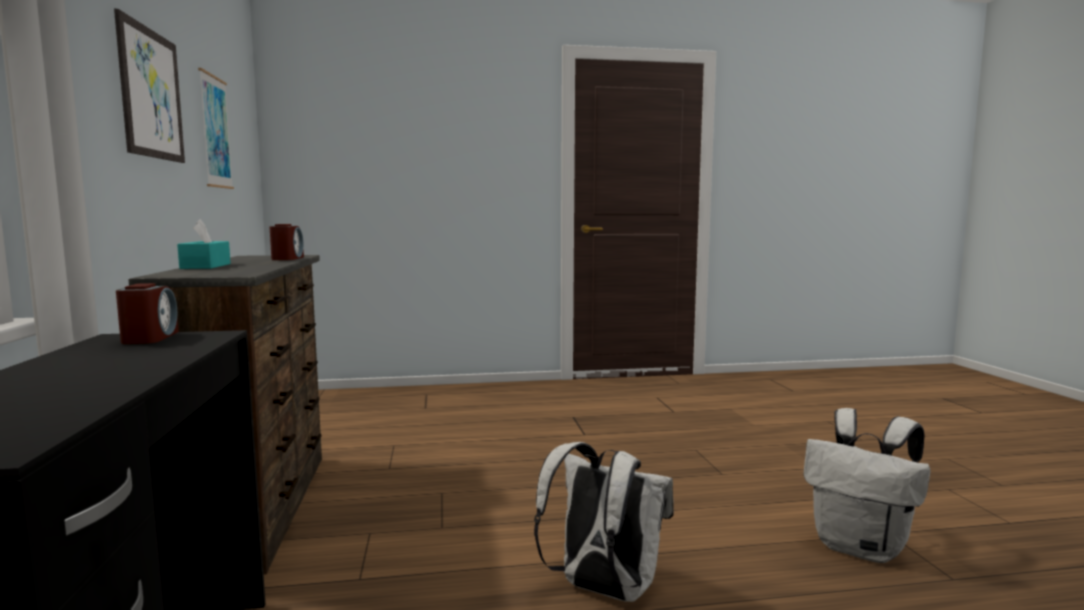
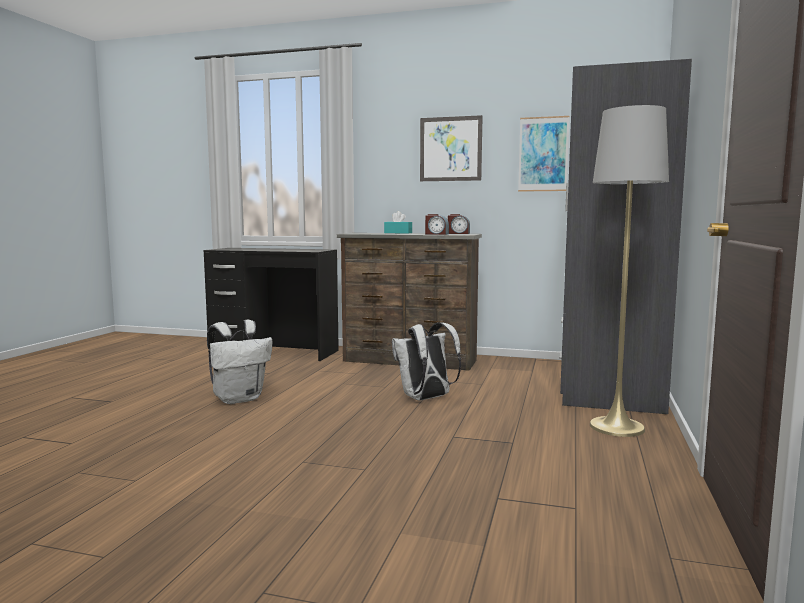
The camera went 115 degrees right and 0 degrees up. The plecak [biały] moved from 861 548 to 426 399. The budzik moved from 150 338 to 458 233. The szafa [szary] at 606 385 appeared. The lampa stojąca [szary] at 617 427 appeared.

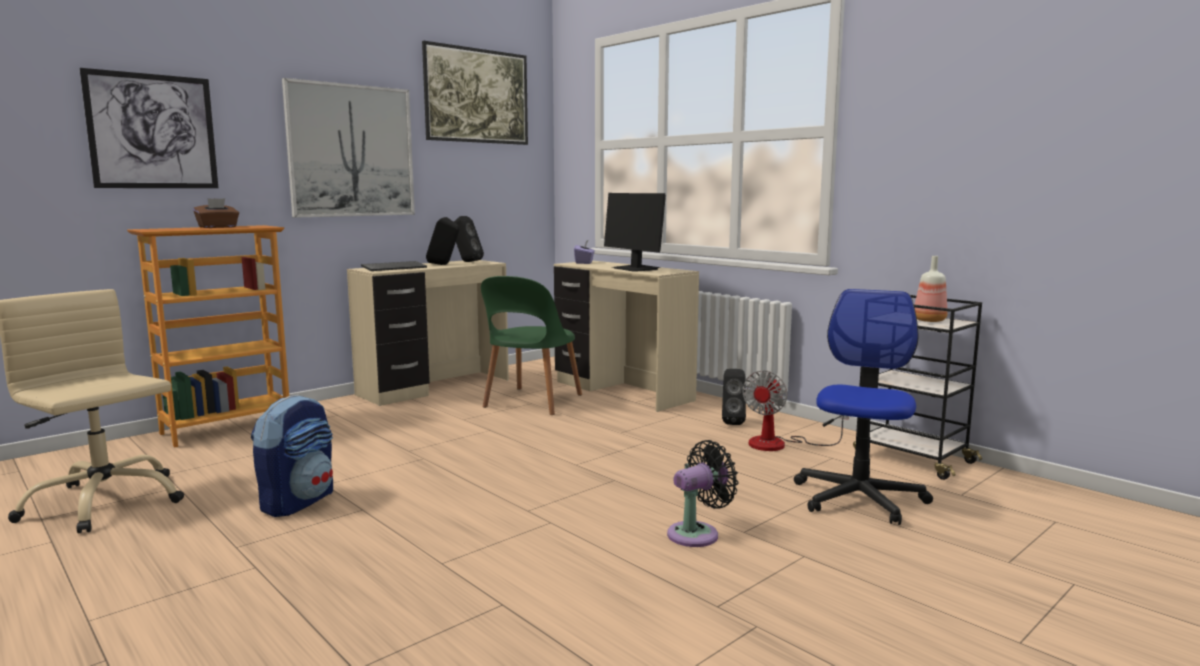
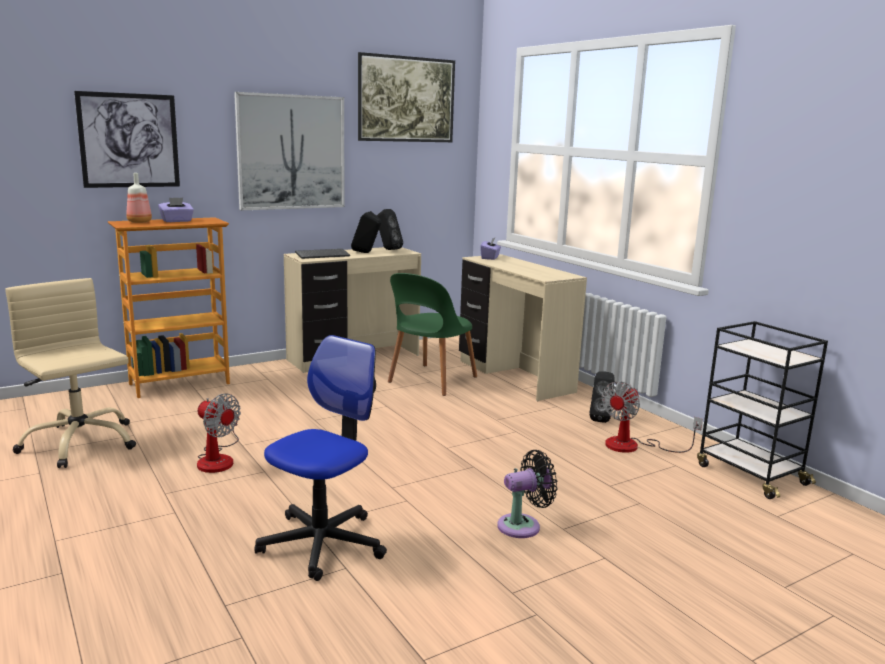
The camera went 10 degrees right and 5 degrees up. The butelka moved from 928 320 to 139 222. The pudełko chusteczek [brązowy] at 218 227 became the pudełko chusteczek [fioletowy] at 177 221. The plecak at 298 501 was replaced by the wentylator at 218 458. The krzesło biurowe moved from 859 498 to 322 543. The monitor at 635 269 disappeared.

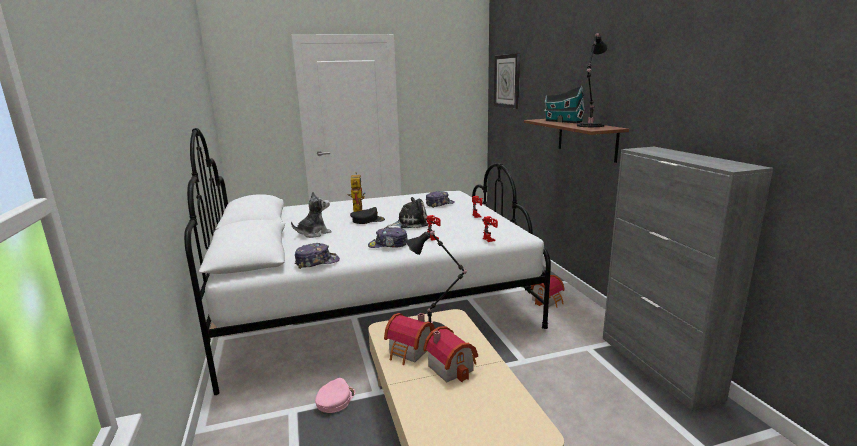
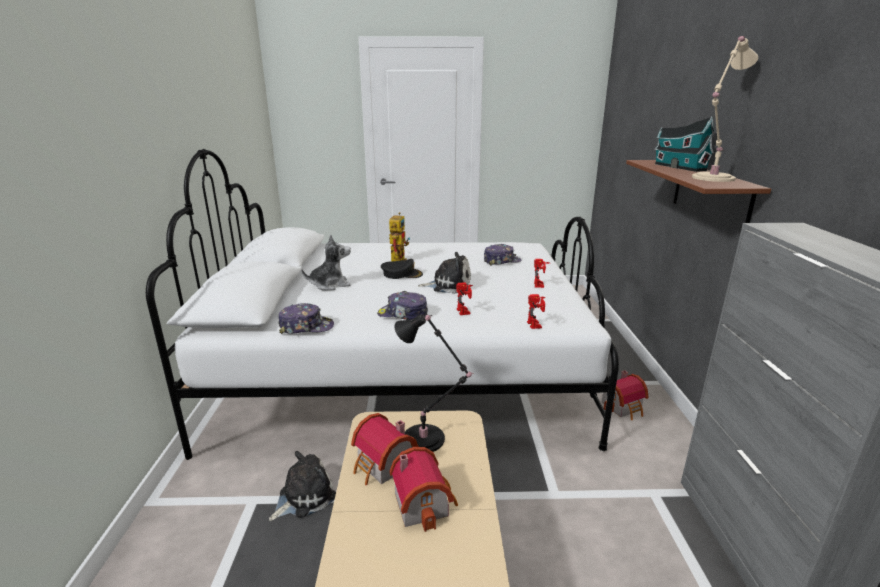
The camera went 15 degrees right and 5 degrees up. The czapka z daszkiem [różowy] at 335 399 was replaced by the pluszak at 304 496. The lampa stołowa [czarny] at 589 126 became the lampa stołowa [beżowy] at 711 178. The zegar ścienny at 507 81 disappeared.

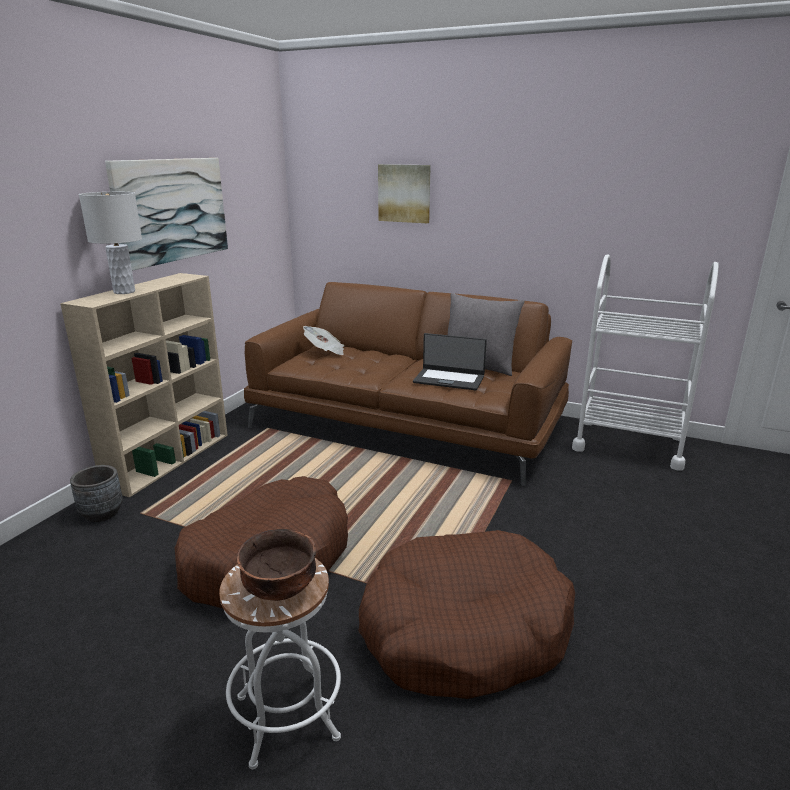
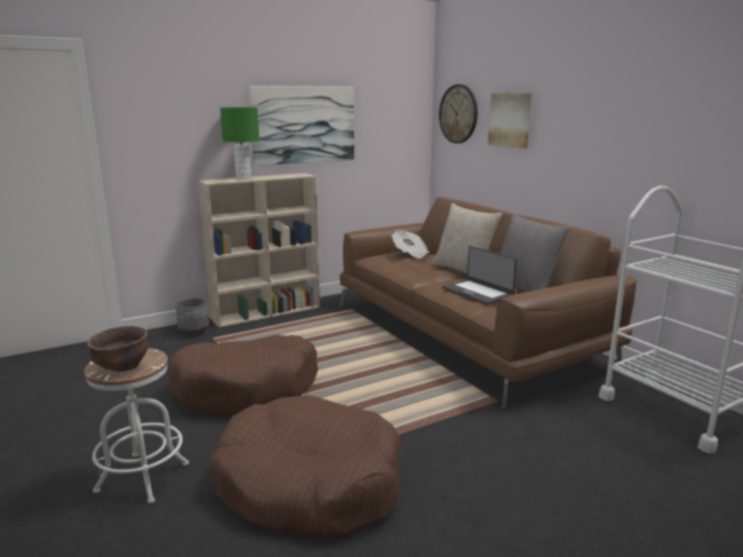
The camera went 35 degrees right and 5 degrees down. The lampa stołowa [biały] at 124 292 became the lampa stołowa [zielony] at 244 178. The poduszka [beżowy] at 463 270 appeared. The zegar ścienny at 458 114 appeared.

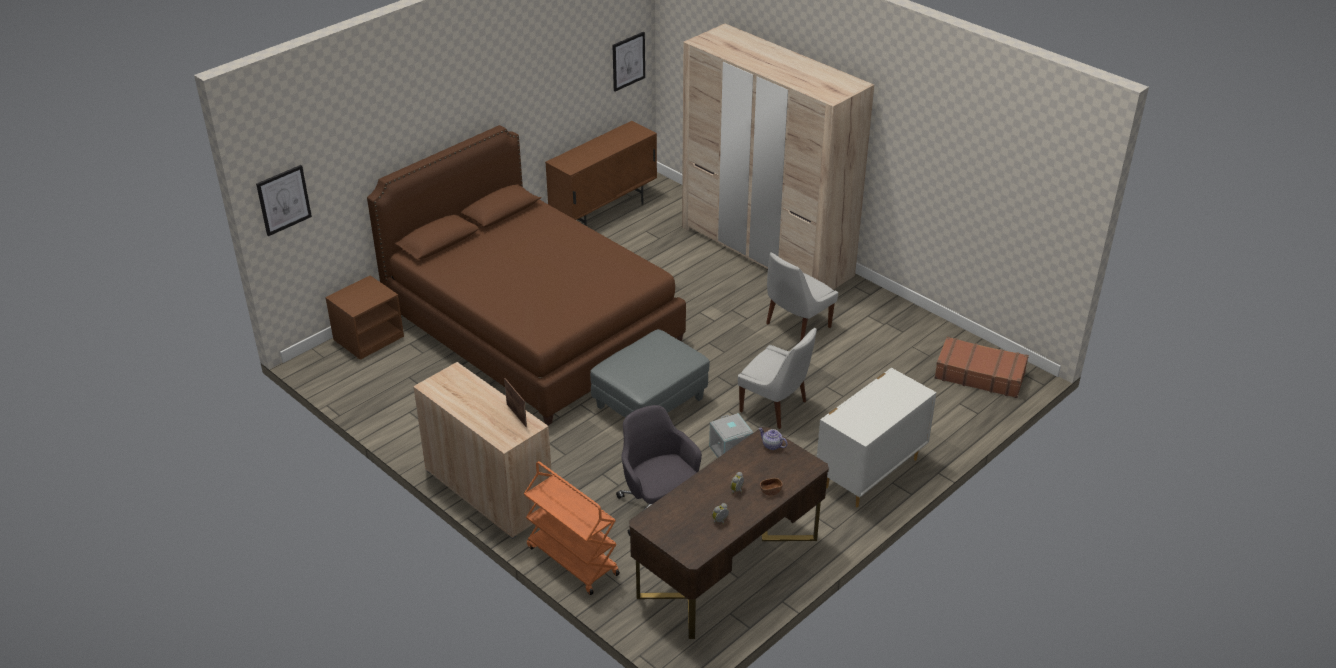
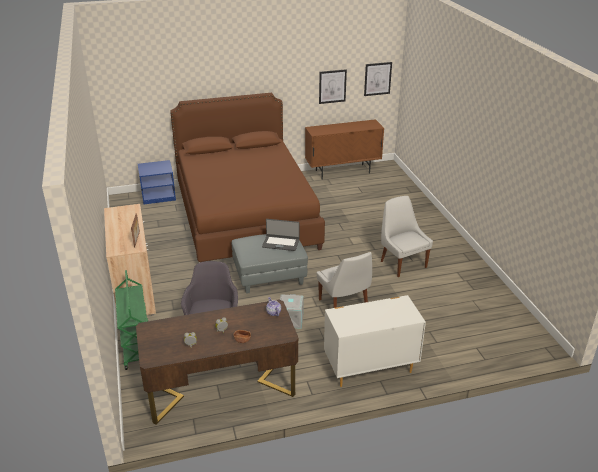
The camera went 30 degrees right and 5 degrees down. The wózek [pomarańczowy] at 571 560 became the wózek [zielony] at 136 346. The szafka nocna [brązowy] at 369 338 became the szafka nocna [niebieski] at 159 196. The laptop at 280 243 appeared. The obraz moved from 283 200 to 332 86. The krzesło [biały] at 796 326 turned 75 degrees clockwise. The szafa [beżowy] at 766 251 disappeared. The walizka [brązowy] at 979 375 disappeared.

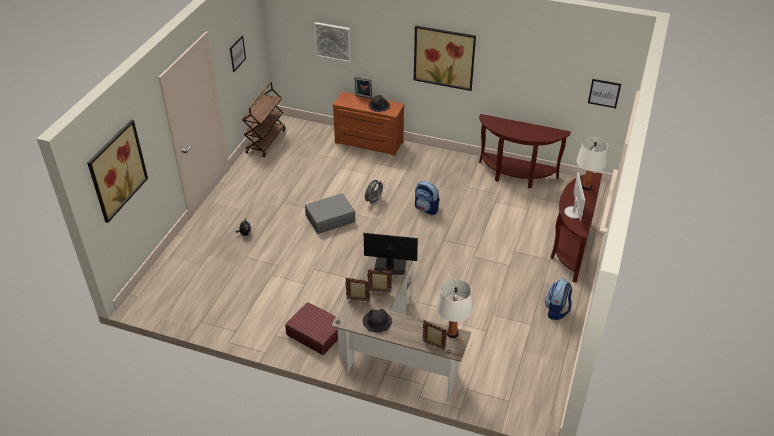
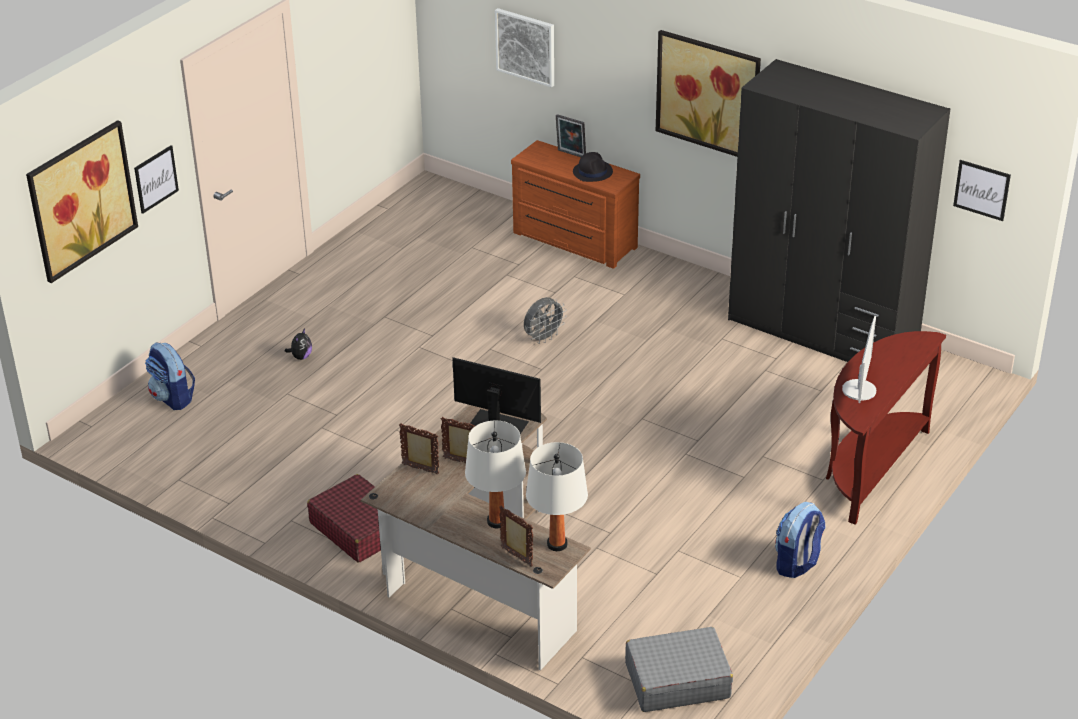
The camera went 15 degrees right and 5 degrees down. The obraz moved from 237 53 to 156 179. The plecak moved from 426 209 to 173 398. The lampa stołowa [biały] moved from 586 187 to 497 522. The walizka [szary] moved from 330 219 to 677 680. The stolik konsolowy [brązowy] at 516 175 was replaced by the szafa [czarny] at 822 332. The wózek [brązowy] at 265 141 disappeared. The kapelusz [czarny] at 377 321 disappeared.

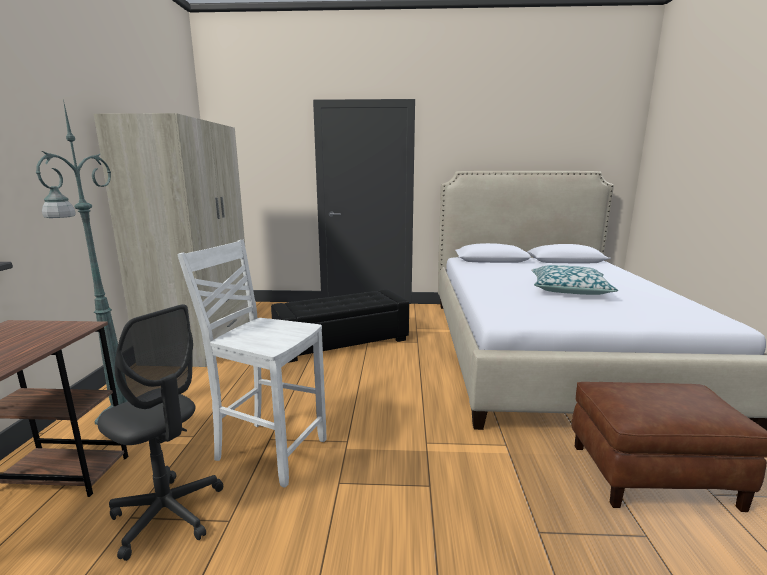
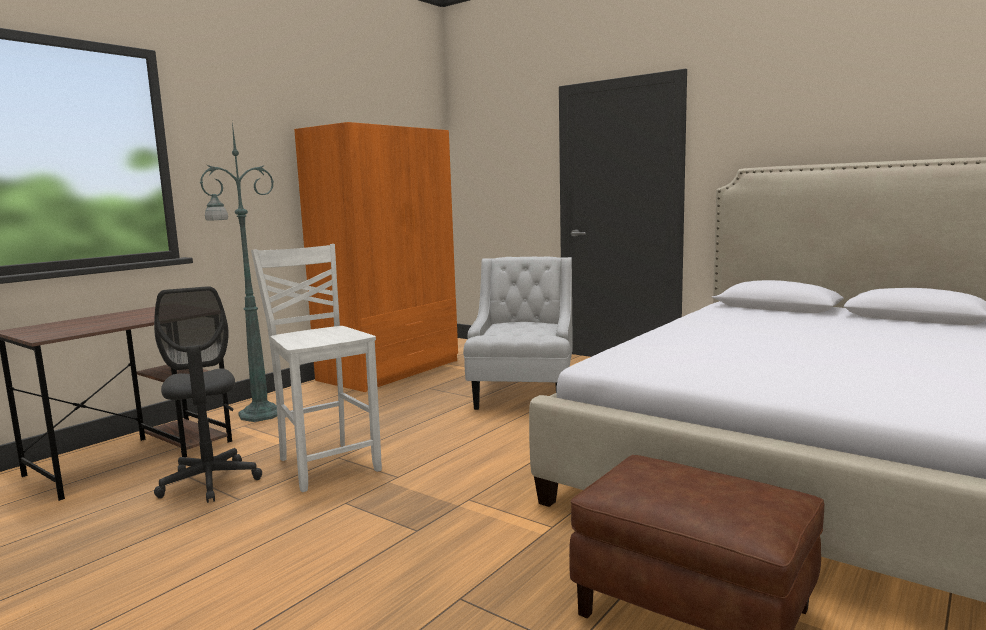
The camera went 35 degrees right and 5 degrees down. The szafa [beżowy] at 202 341 became the szafa [pomarańczowy] at 390 370. The pufa [czarny] at 342 342 was replaced by the fotel [biały] at 523 395. The poduszka at 569 290 disappeared.

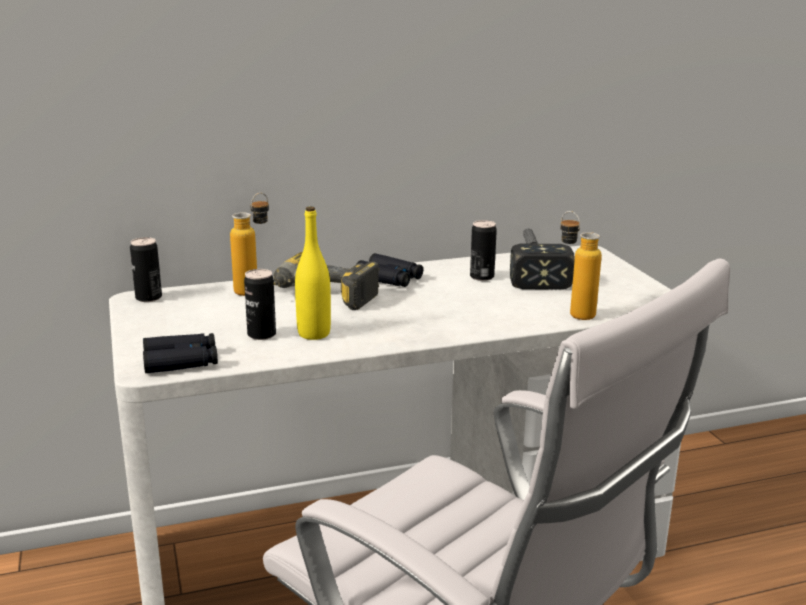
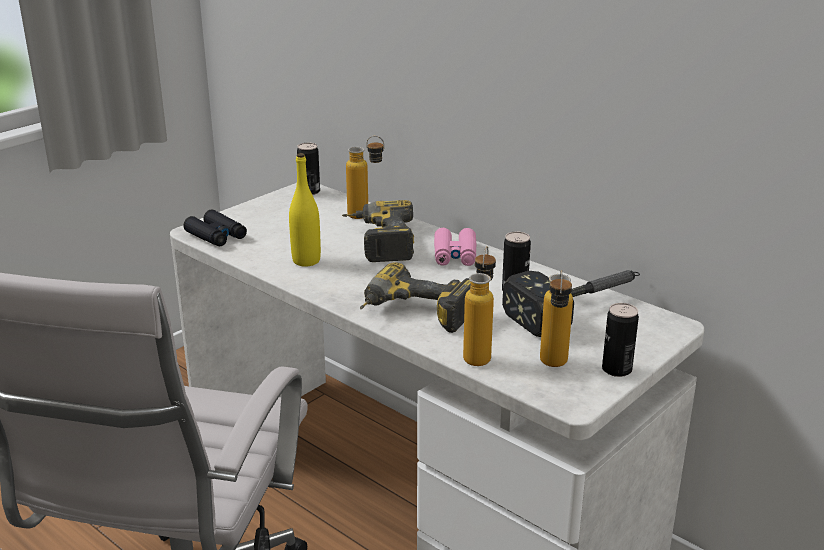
The camera went 60 degrees right and 5 degrees up. The wiertarka at 413 316 appeared. The lornetka [czarny] at 389 278 became the lornetka [różowy] at 455 255. The butelka at 553 367 appeared. The puszka moved from 261 334 to 616 369.

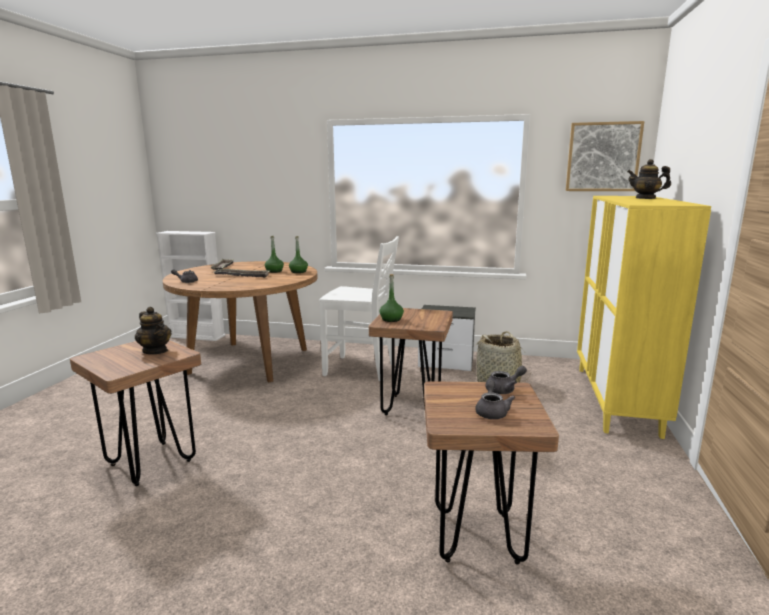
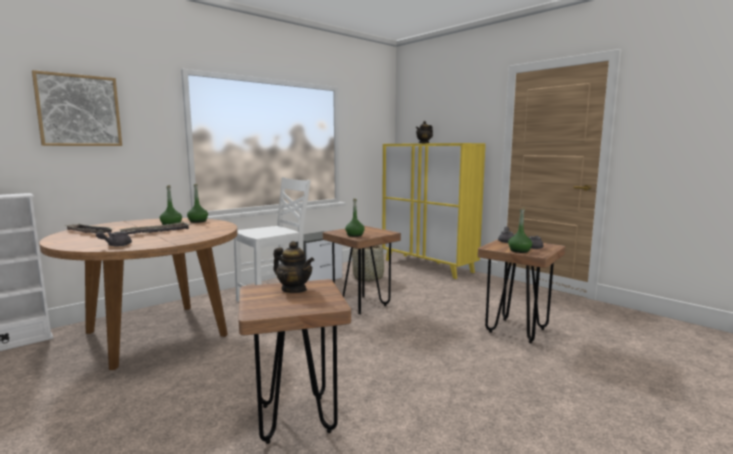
The camera went 55 degrees left and 5 degrees down. The obraz moved from 603 157 to 79 110. The imbryk at 155 351 turned 45 degrees clockwise. The butelka [zielony] at 519 251 appeared.

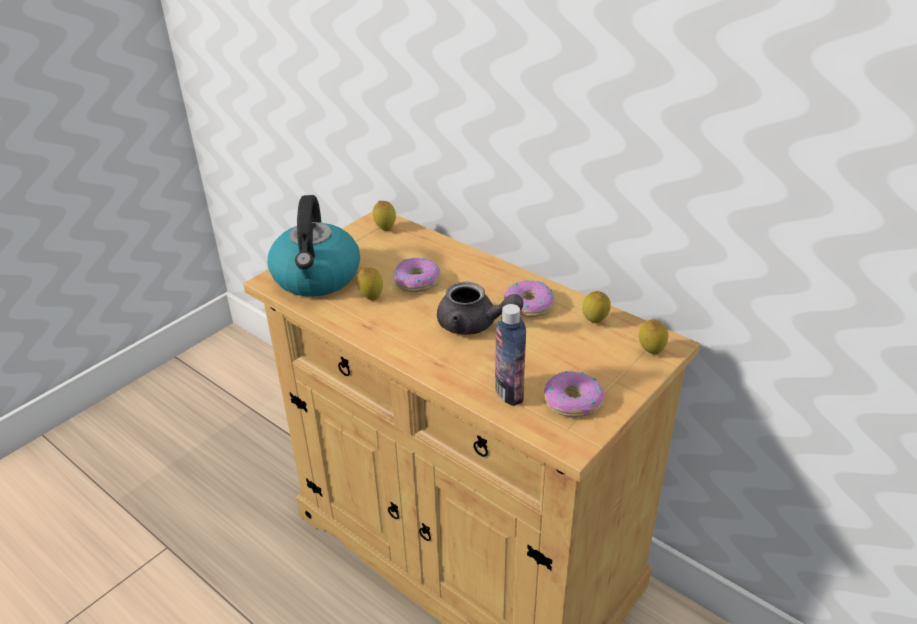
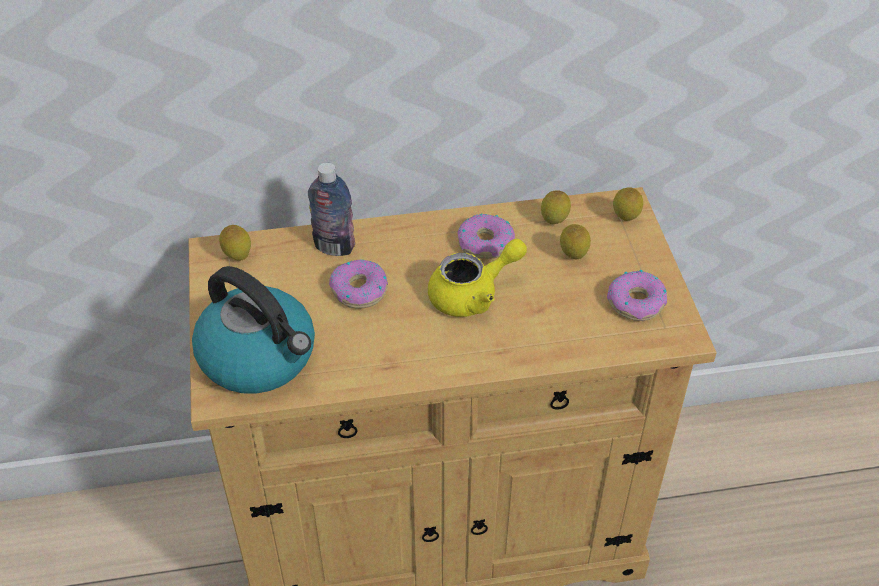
The camera went 50 degrees left and 10 degrees up. The butelka moved from 509 393 to 334 247. The imbryk [szary] at 474 325 became the imbryk [żółty] at 473 294. The cytryna moved from 371 298 to 573 257.

